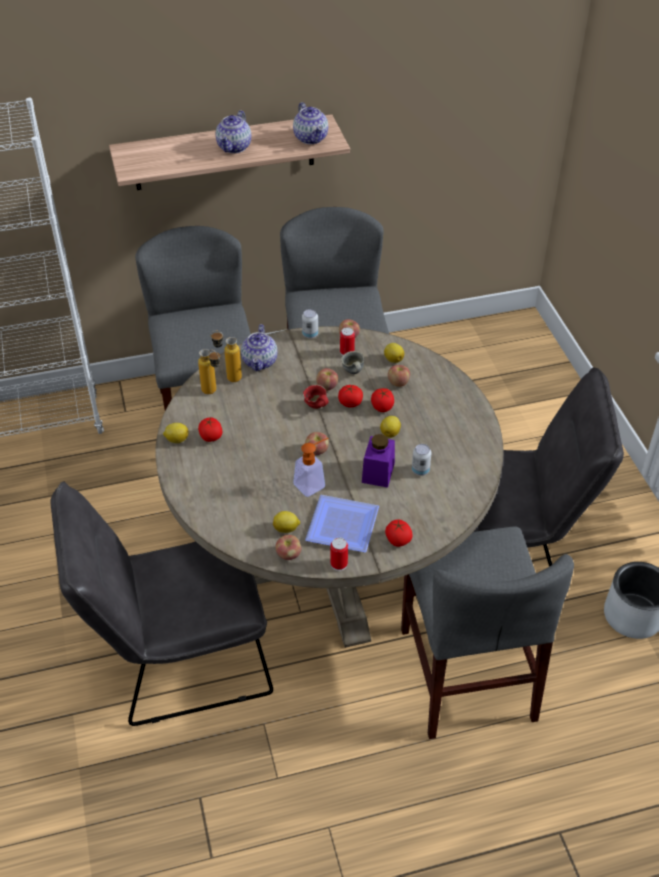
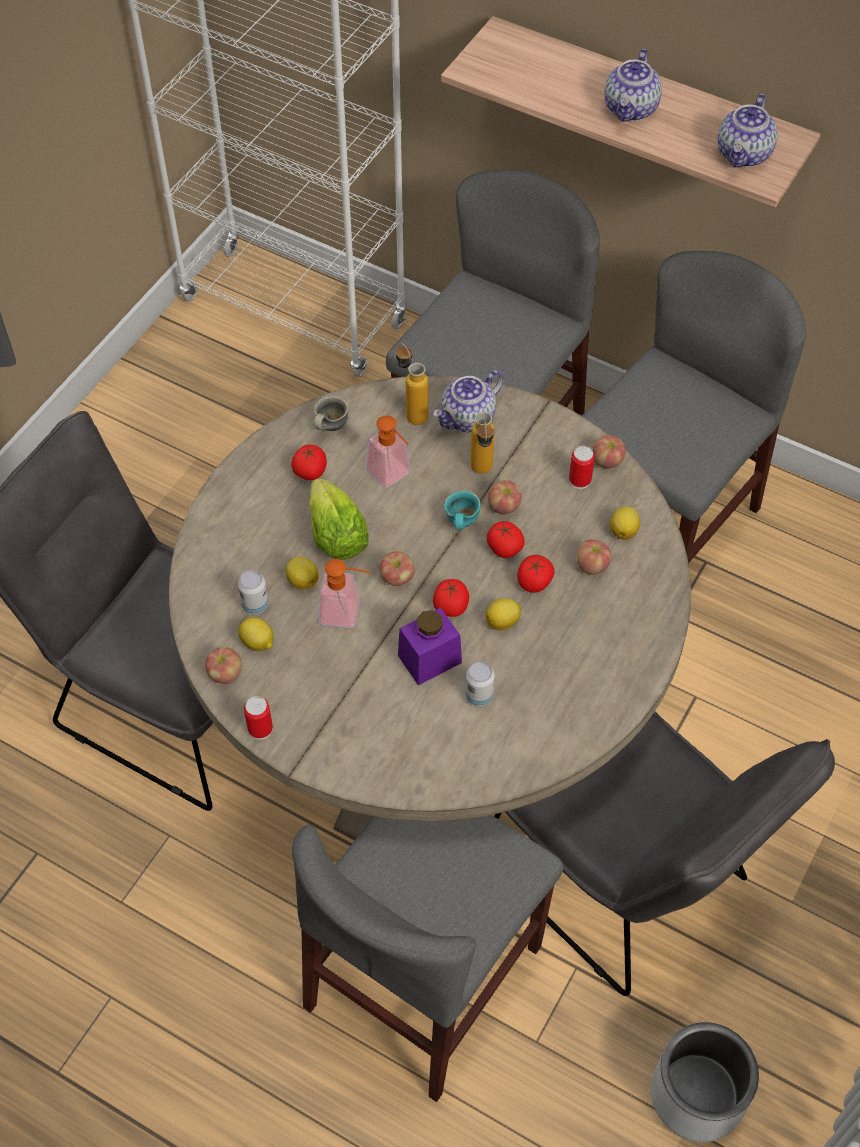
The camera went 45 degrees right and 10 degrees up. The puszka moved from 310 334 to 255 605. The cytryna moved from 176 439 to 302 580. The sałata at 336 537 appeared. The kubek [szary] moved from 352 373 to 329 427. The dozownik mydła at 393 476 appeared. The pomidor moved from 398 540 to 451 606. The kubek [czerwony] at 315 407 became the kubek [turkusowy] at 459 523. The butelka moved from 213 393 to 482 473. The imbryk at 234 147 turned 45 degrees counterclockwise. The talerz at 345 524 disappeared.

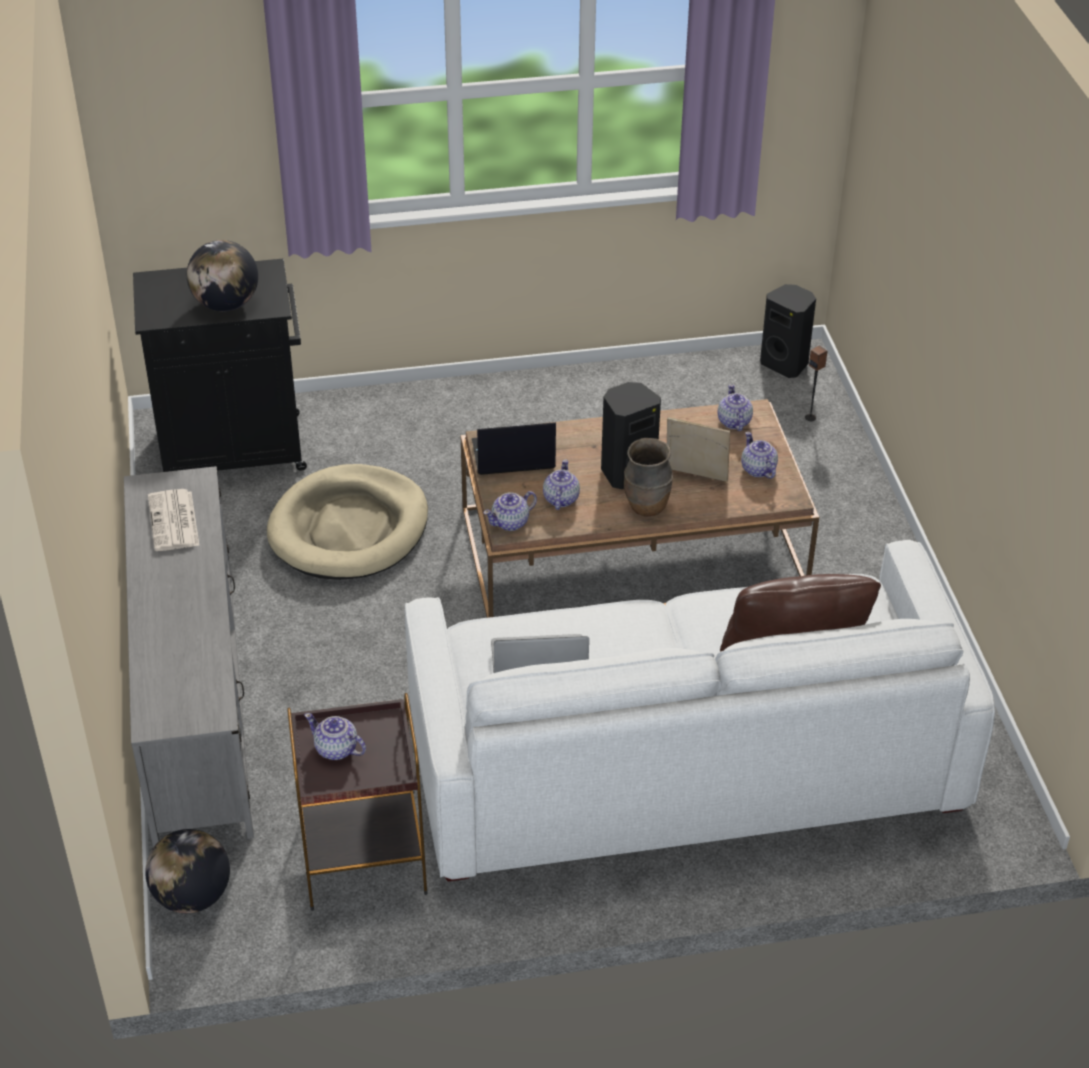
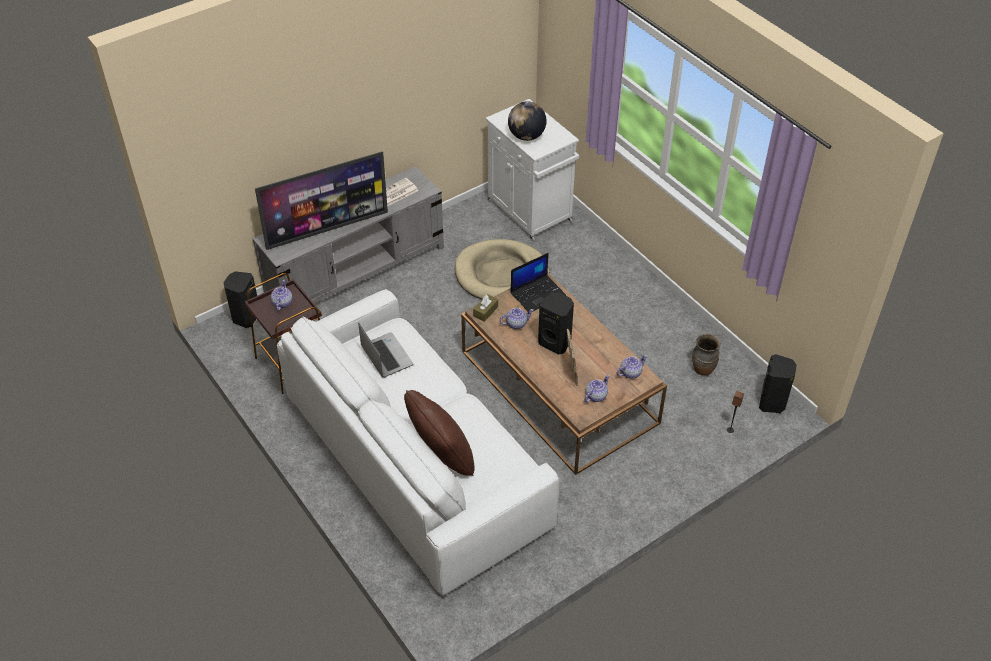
The camera went 65 degrees right and 5 degrees up. The globus at 192 896 was replaced by the głośnik [czarny] at 245 317. The telewizor at 327 229 appeared. The imbryk at 511 522 was replaced by the pudełko chusteczek [brązowy] at 485 311. The szafka [czarny] at 235 449 became the szafka [biały] at 530 212. The laptop at 512 455 turned 90 degrees clockwise. The wazon [brązowy] moved from 646 507 to 702 369.

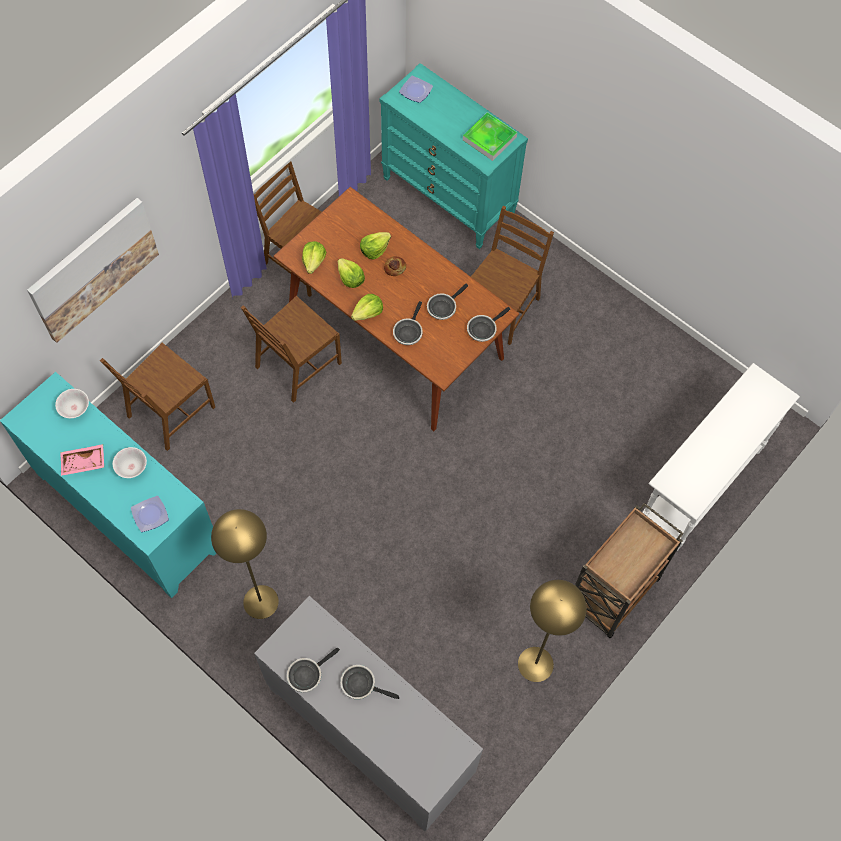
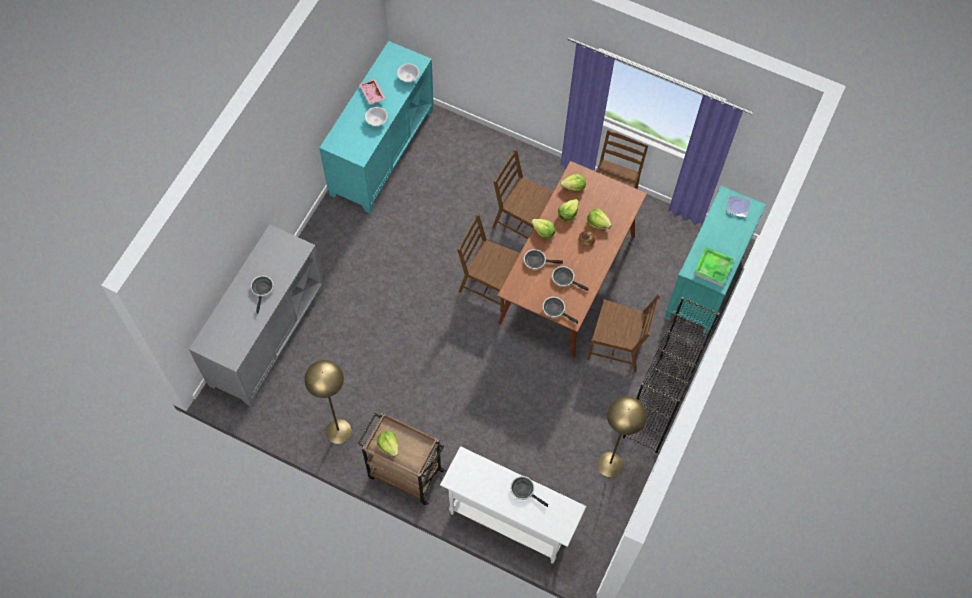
The camera went 75 degrees right and 0 degrees up. The sałata at 389 445 appeared. The krzesło [brązowy] moved from 170 412 to 489 284. The patelnia moved from 307 674 to 524 490. The lampa stojąca [żółty] moved from 260 601 to 610 464. The regał [czarny] at 658 405 appeared. The obraz at 93 269 disappeared. The talerz at 150 514 disappeared.

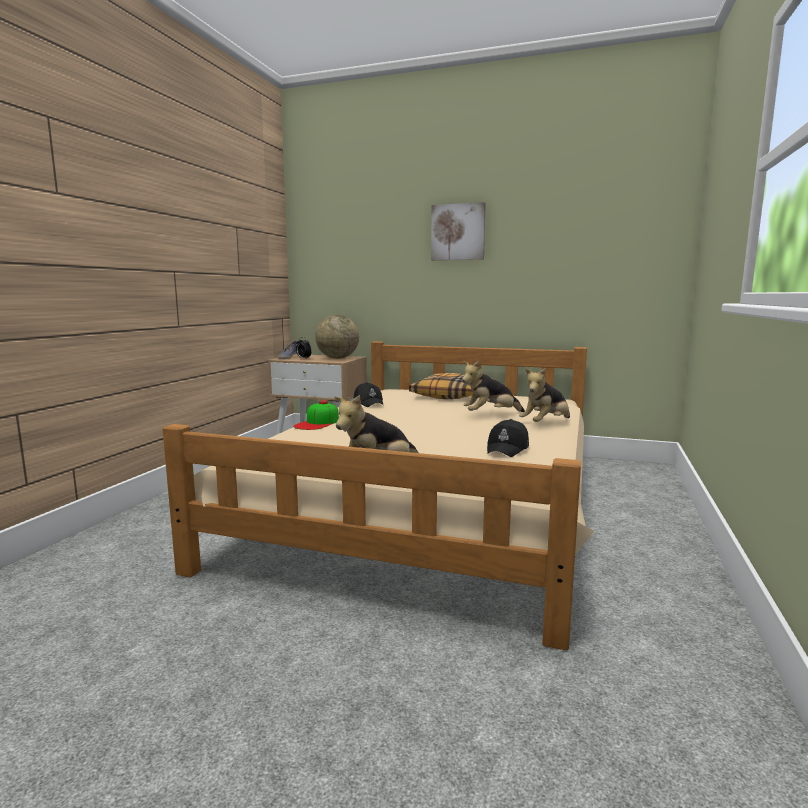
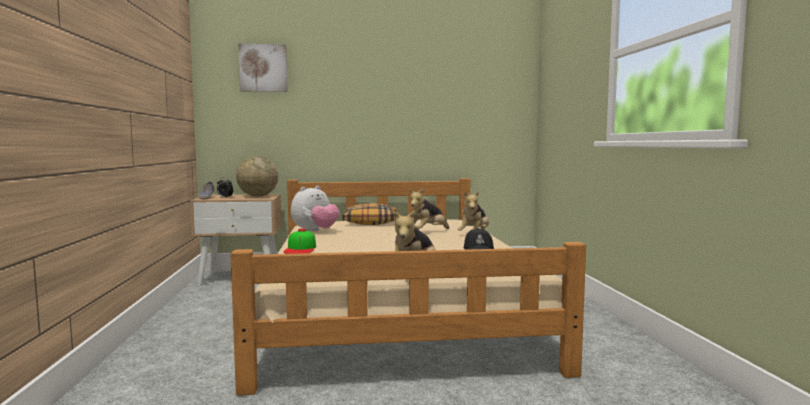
The camera went 25 degrees left and 5 degrees down. The obraz moved from 458 232 to 263 68. The czapka z daszkiem [czarny] at 369 403 was replaced by the pluszak at 315 232.

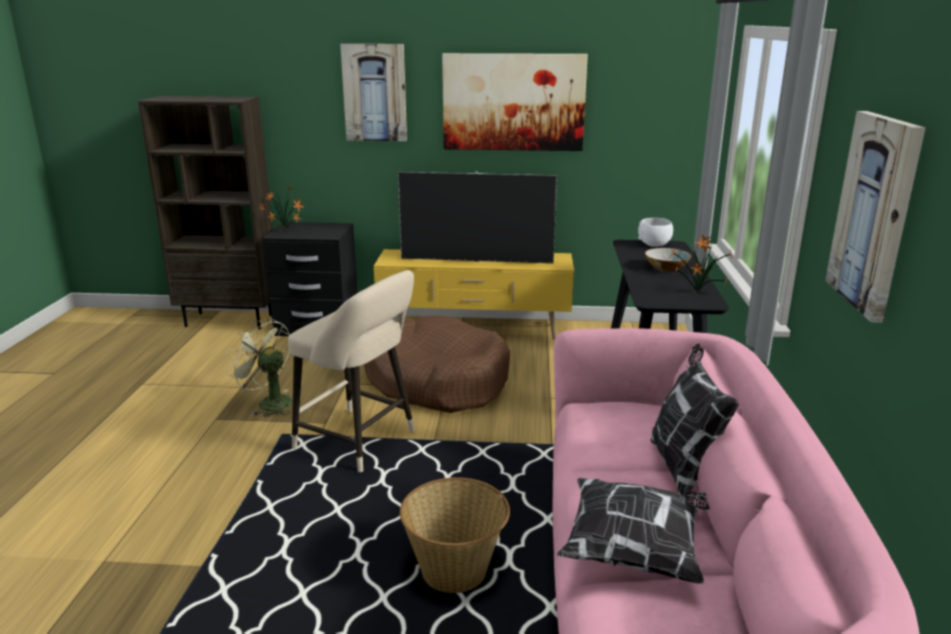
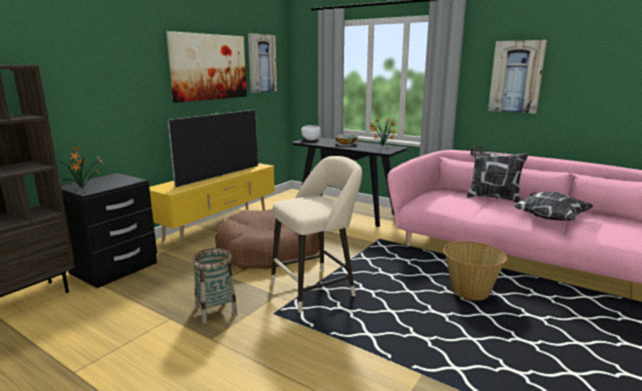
The camera went 60 degrees left and 5 degrees down. The wentylator [zielony] at 268 402 was replaced by the koszyk at 216 311. The obraz moved from 374 93 to 262 63.

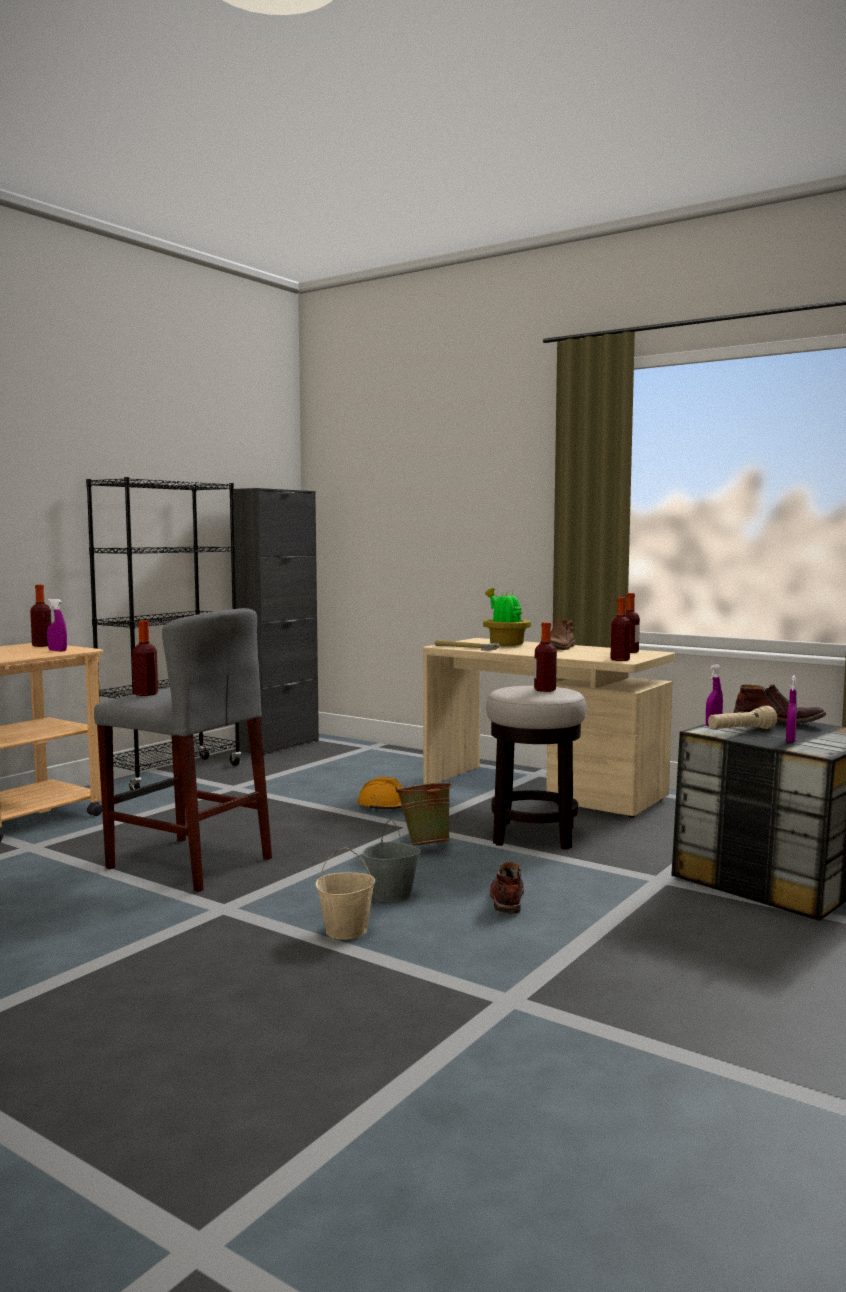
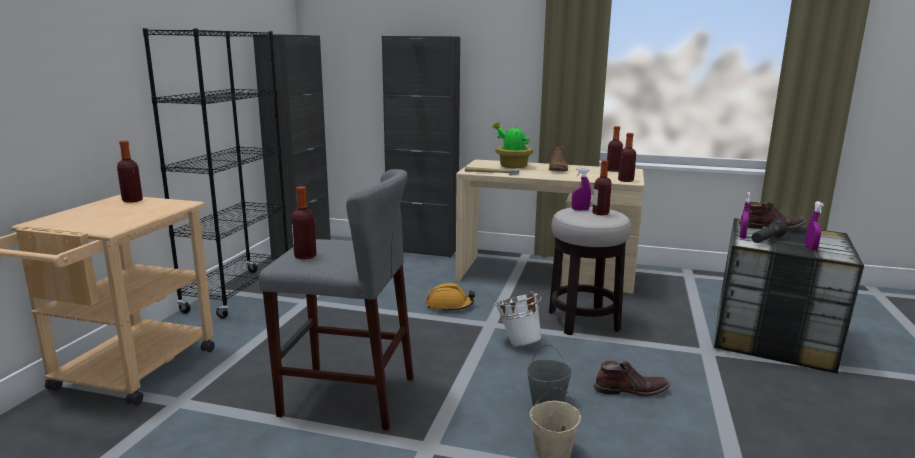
The camera went 20 degrees left and 10 degrees up. The szafka [czarny] at 422 250 appeared. The wiadro [zielony] at 426 845 became the wiadro [biały] at 518 342. The spryskiwacz [fioletowy] moved from 57 651 to 580 210. The but z cholewką [brązowy] at 507 898 turned 105 degrees clockwise. The latarka [beżowy] at 741 730 became the latarka [czarny] at 767 240.

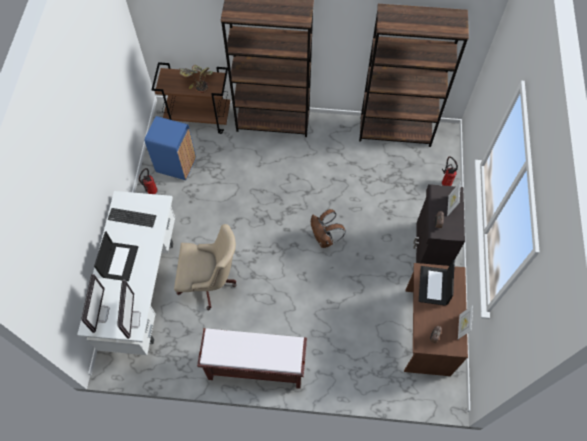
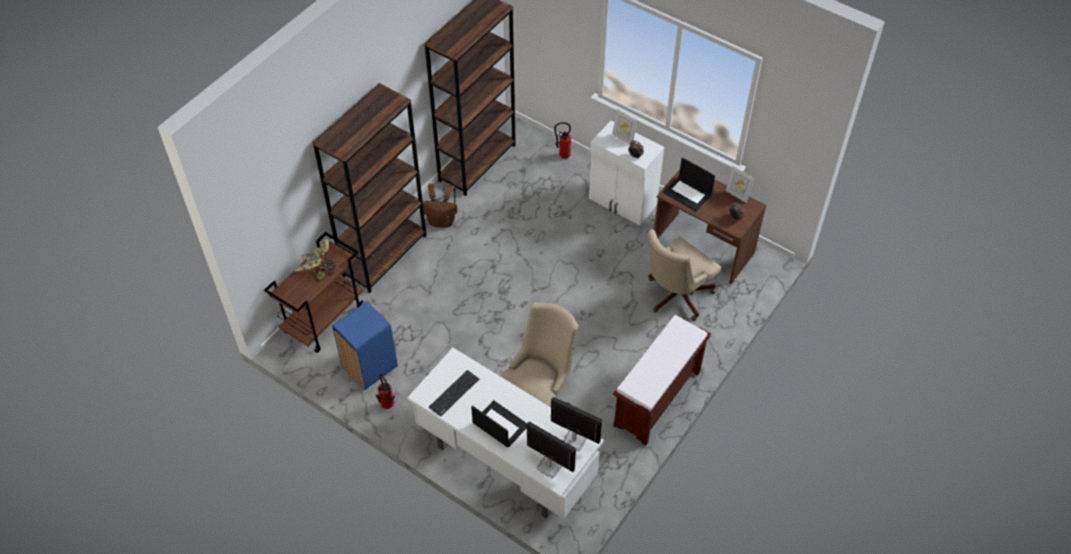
The camera went 60 degrees left and 10 degrees down. The plecak [brązowy] moved from 324 239 to 442 221. The szafka [czarny] at 430 248 became the szafka [biały] at 622 202. The krzesło biurowe [beżowy] at 675 296 appeared.

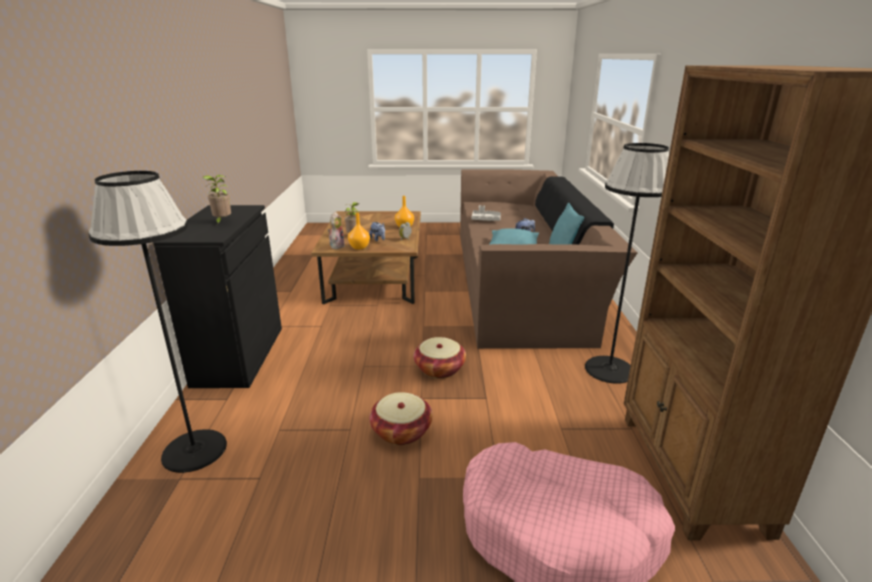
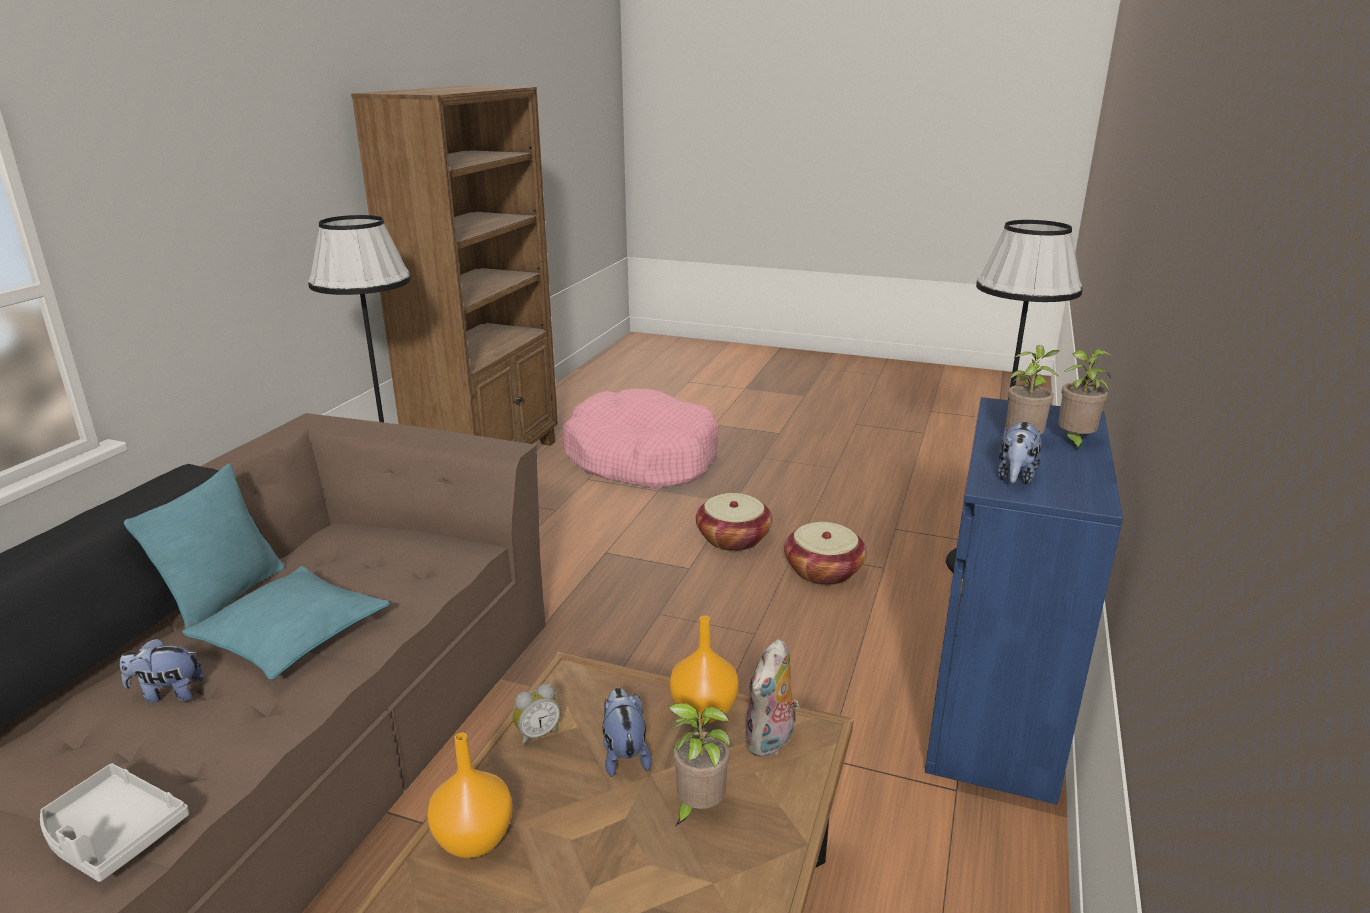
The camera went 160 degrees left and 0 degrees up. The koszyk moved from 439 369 to 823 571. The szafka [czarny] at 239 355 became the szafka [niebieski] at 995 708. The pluszak at 1015 477 appeared. The roślina doniczkowa at 1074 442 appeared.

